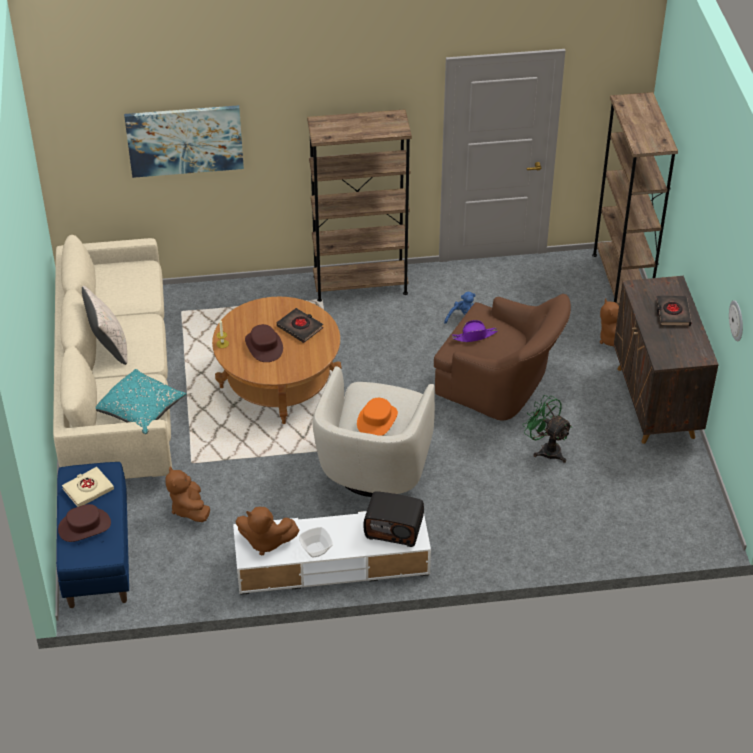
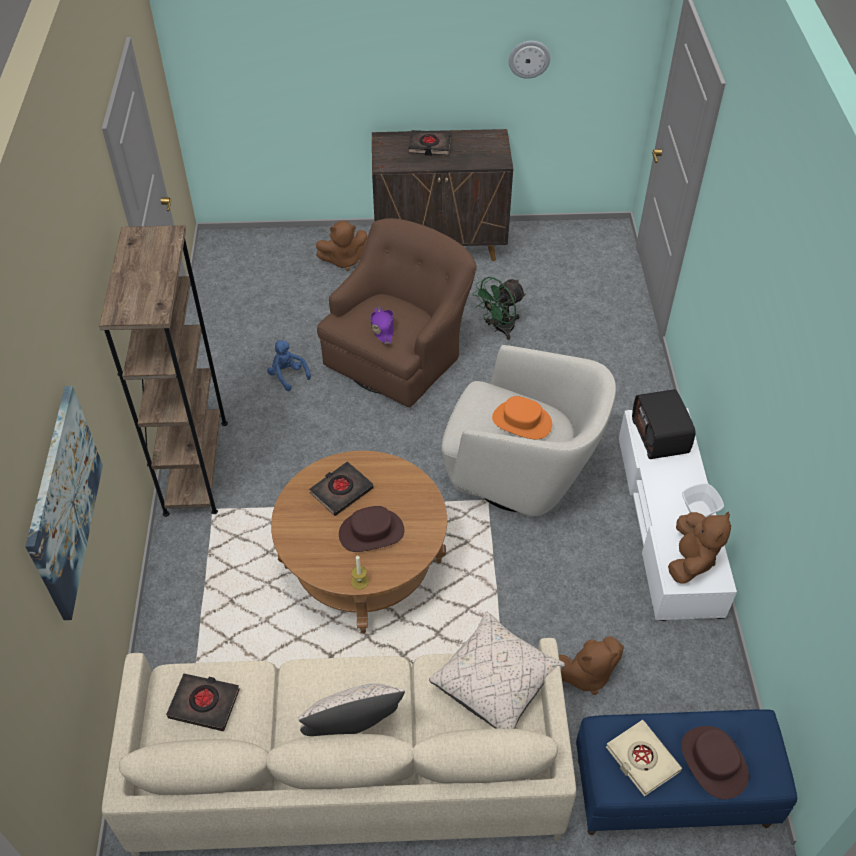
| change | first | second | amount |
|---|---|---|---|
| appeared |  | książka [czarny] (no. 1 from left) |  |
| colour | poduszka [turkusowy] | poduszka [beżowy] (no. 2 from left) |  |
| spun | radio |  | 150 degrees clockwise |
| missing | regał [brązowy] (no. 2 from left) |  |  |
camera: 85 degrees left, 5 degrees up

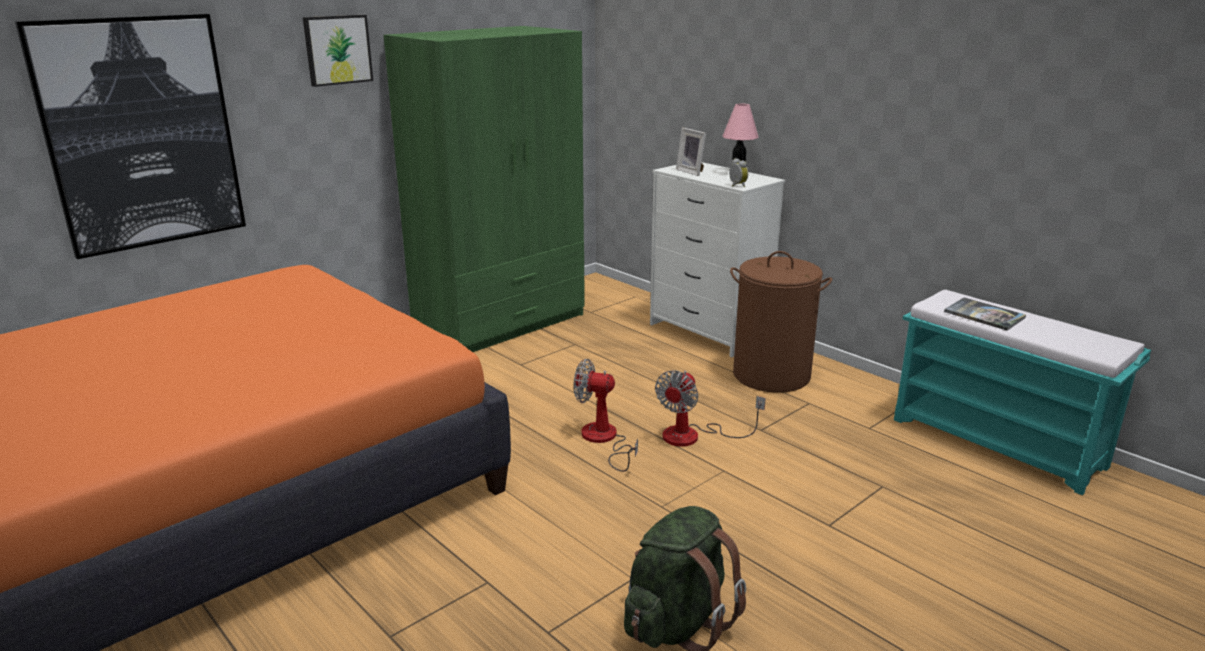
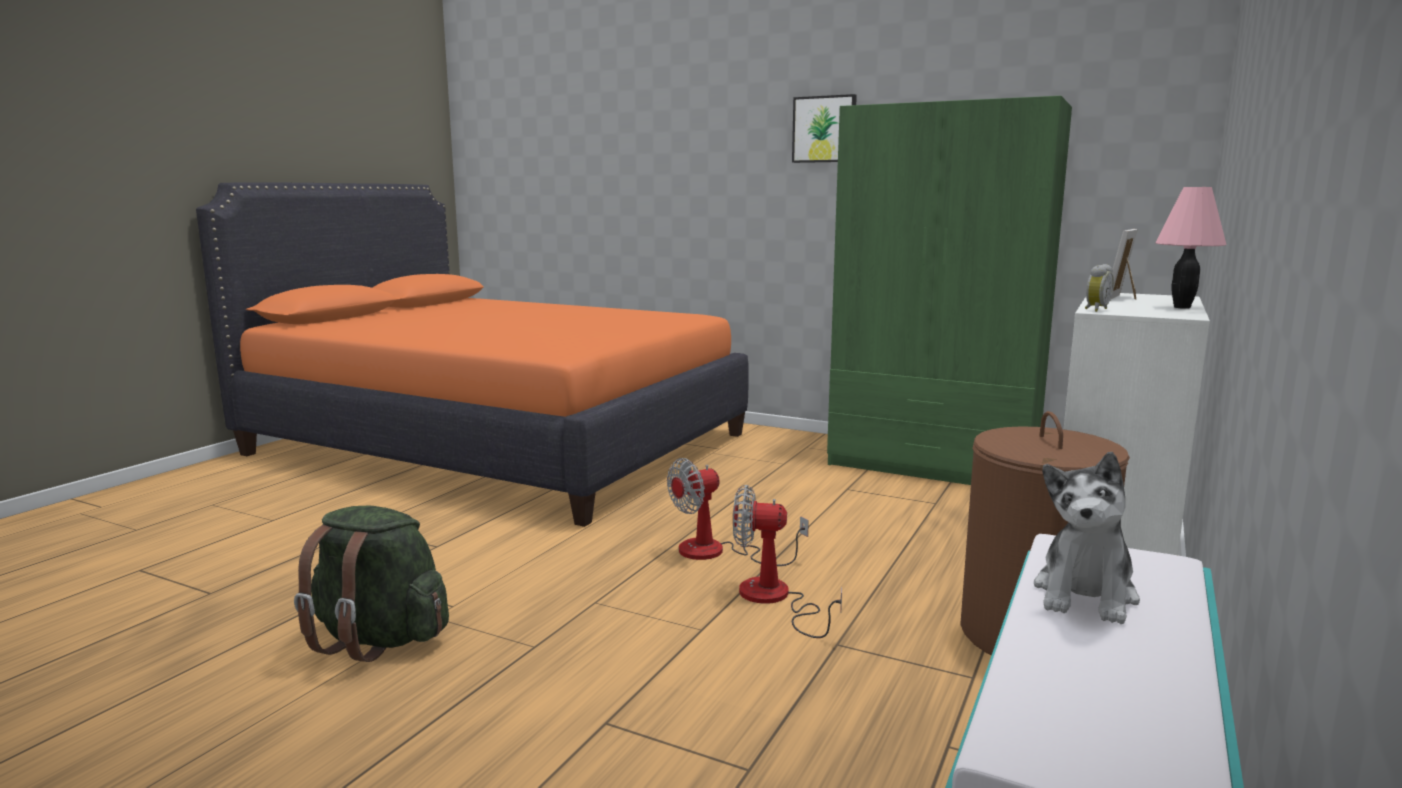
| change | first | second | amount |
|---|---|---|---|
| spun | wentylator (no. 1 from left) |  | 120 degrees counterclockwise |
| exchanged | książka | pluszak |  |
| missing | obraz (no. 1 from left) |  |  |
camera: 70 degrees right, 10 degrees down

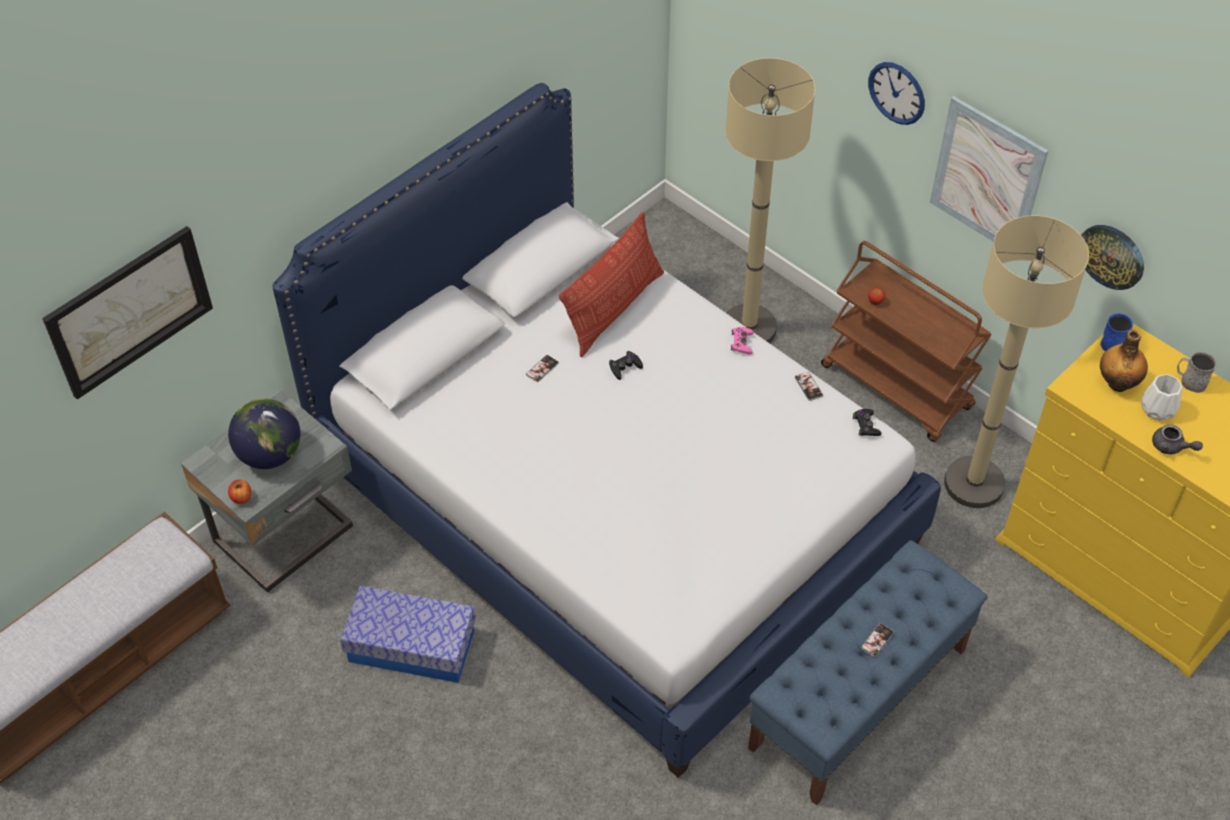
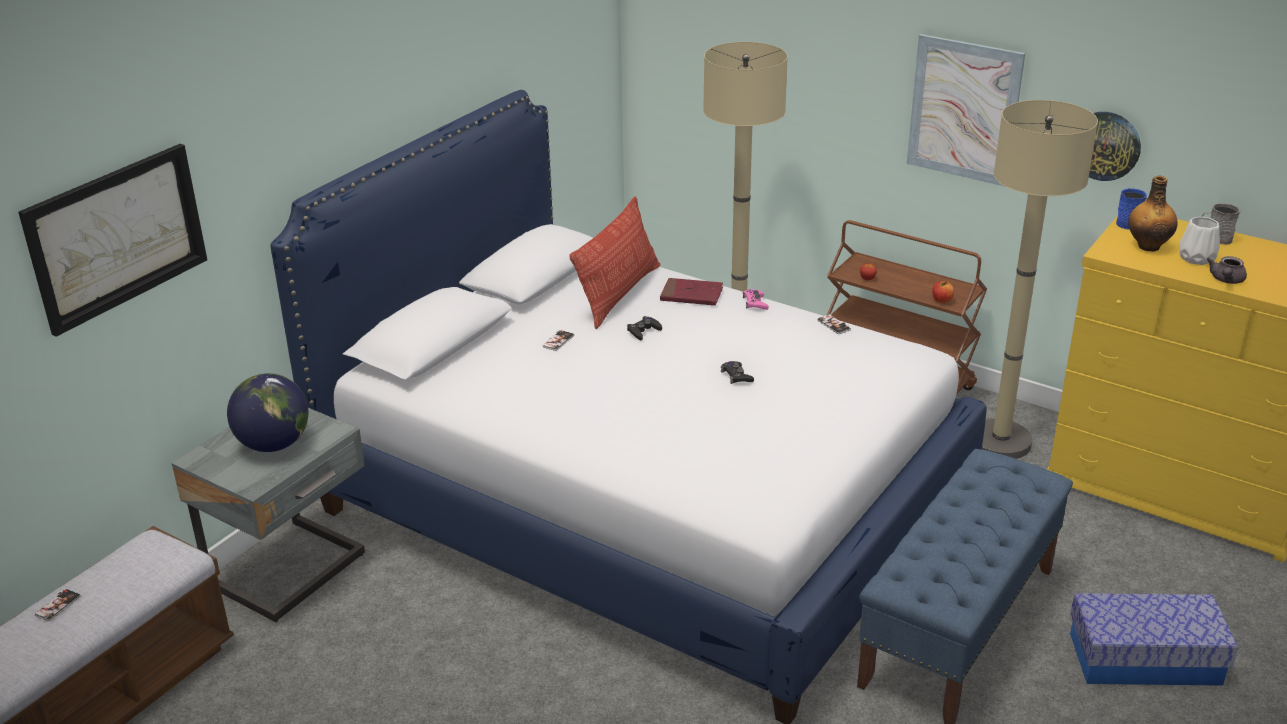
| change | first | second | amount |
|---|---|---|---|
| relocated | telefon (no. 3 from left in the first image) | telefon (no. 1 from left) |  |
| appeared |  | książka [czerwony] |  |
| relocated | pad do gier [czarny] (no. 2 from left) |  |  |
| relocated | jabłko (no. 1 from left in the first image) | jabłko (no. 2 from left) |  |
| relocated | pojemnik do przechowywania |  |  |
| spun | imbryk [szary] |  | 90 degrees clockwise |
| missing | zegar ścienny (no. 1 from left) |  |  |
camera: 10 degrees left, 20 degrees down

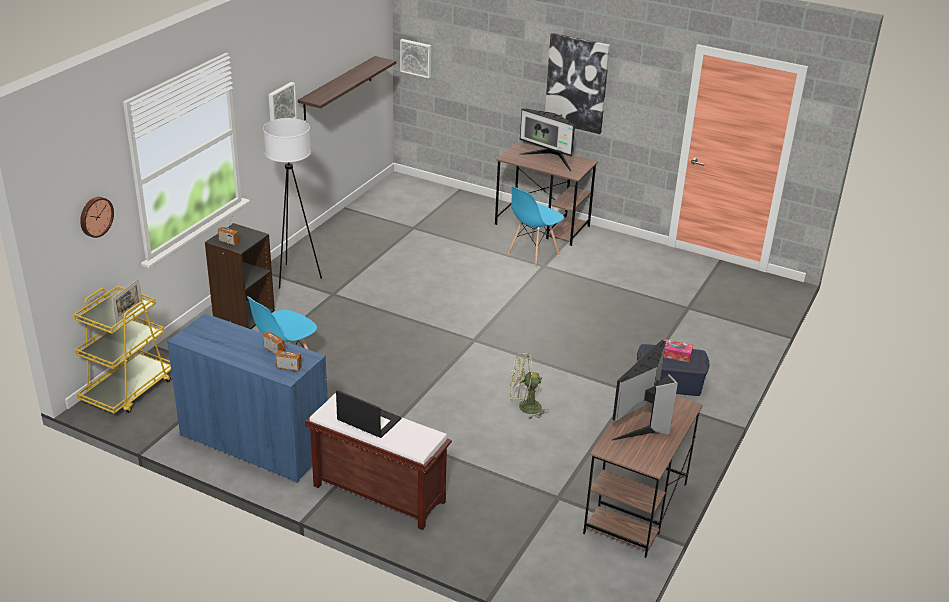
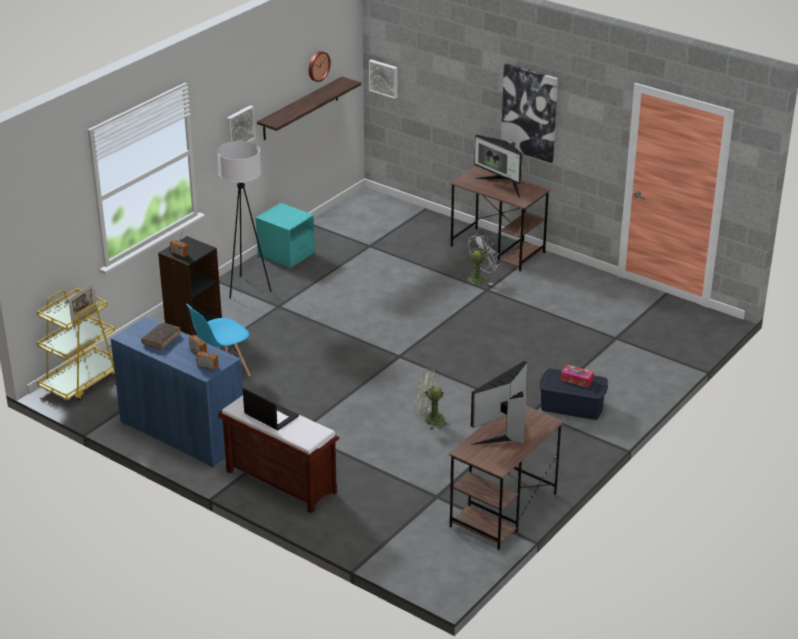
| change | first | second | amount |
|---|---|---|---|
| appeared |  | książka [brązowy] |  |
| appeared |  | szafka nocna [turkusowy] |  |
| relocated | zegar ścienny |  |  |
| exchanged | krzesło [niebieski] (no. 2 from left) | wentylator [biały] |  |
camera: 10 degrees right, 0 degrees up

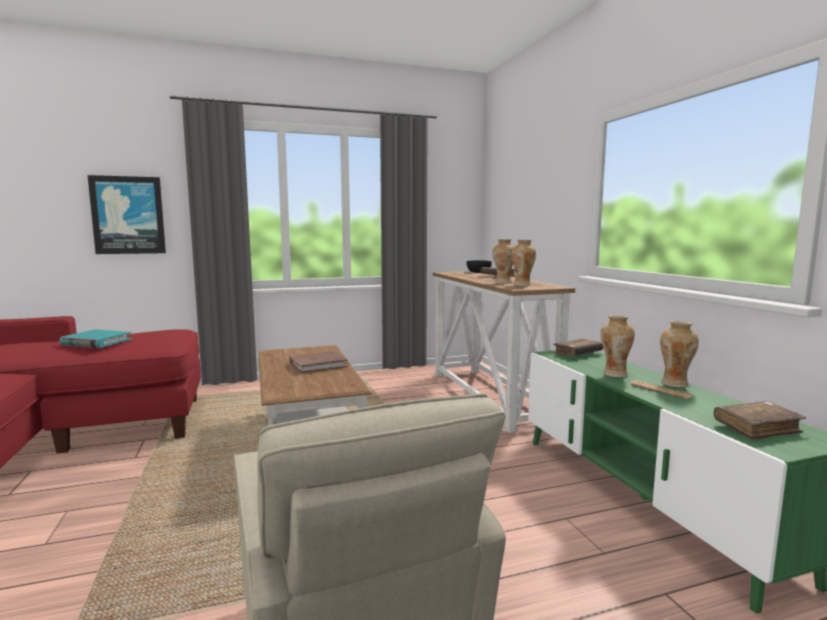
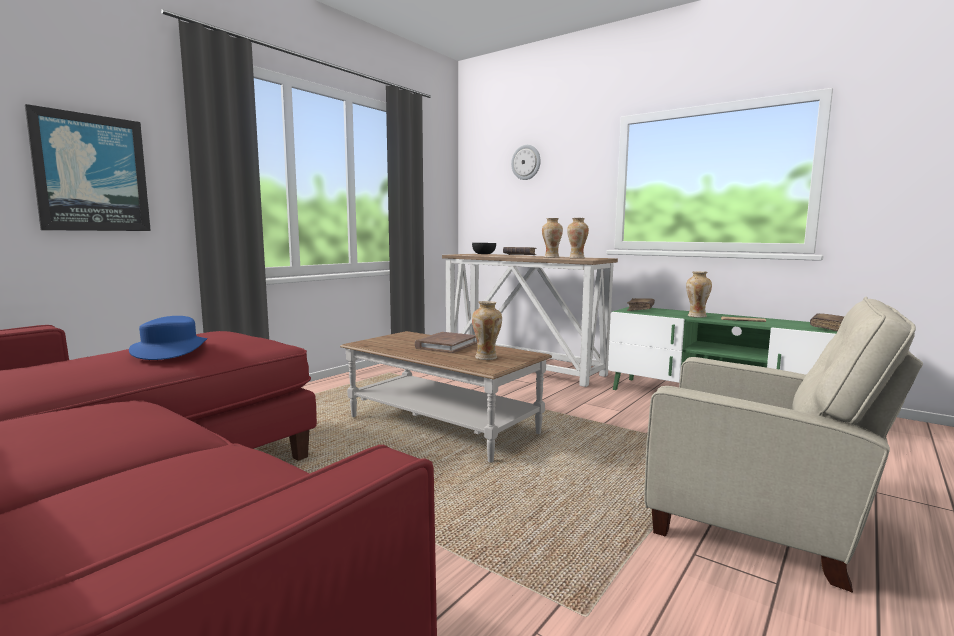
| change | first | second | amount |
|---|---|---|---|
| exchanged | książka [turkusowy] | kapelusz [niebieski] |  |
| relocated | wazon (no. 4 from left in the first image) | wazon (no. 1 from left) |  |
| appeared |  | zegar ścienny |  |
camera: 35 degrees left, 0 degrees up

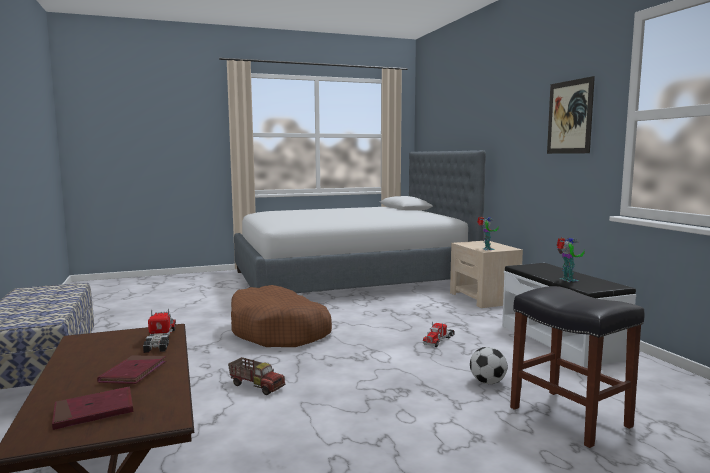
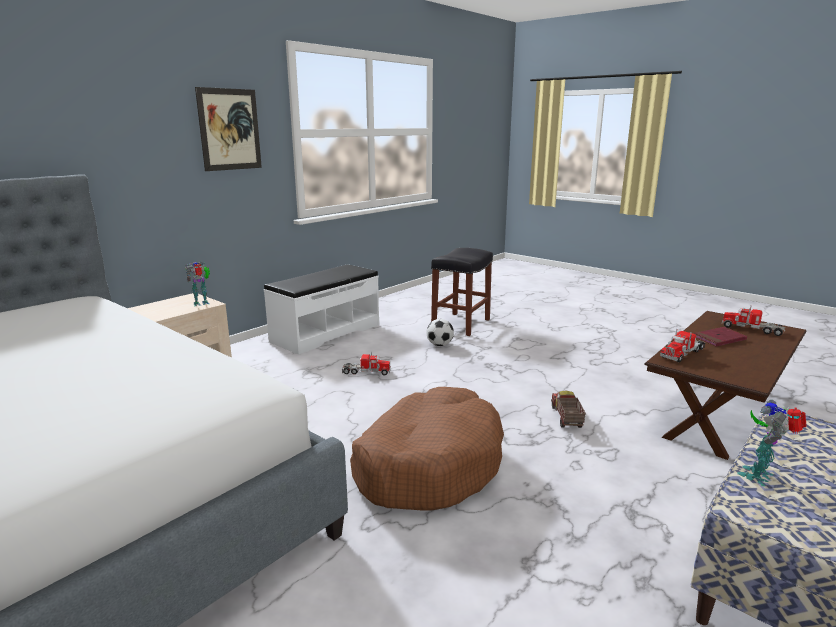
| change | first | second | amount |
|---|---|---|---|
| exchanged | książka [czerwony] (no. 1 from left) | ciężarówka zabawkowa (no. 4 from left) |  |
| relocated | robot zabawkowy (no. 2 from left) |  |  |
camera: 120 degrees left, 10 degrees up

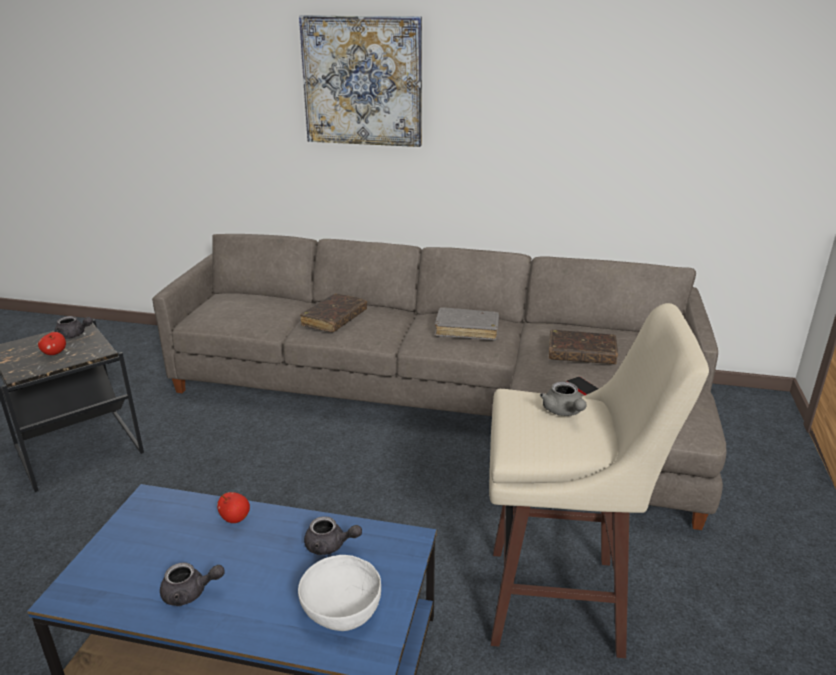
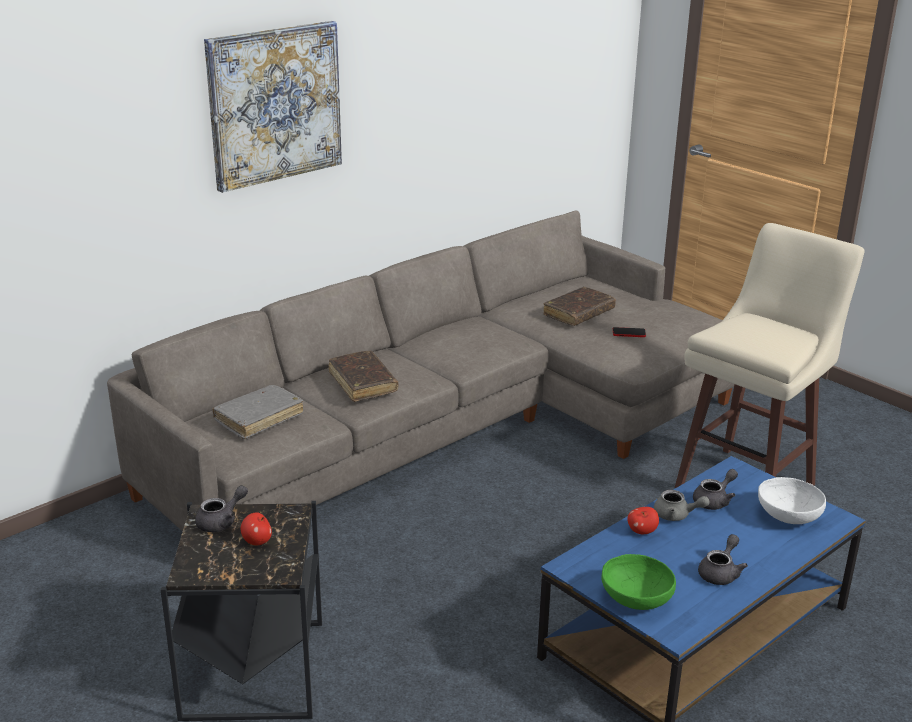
| change | first | second | amount |
|---|---|---|---|
| relocated | książka [szary] |  |  |
| appeared |  | miska [zielony] |  |
| relocated | imbryk [szary] (no. 4 from left in the first image) | imbryk [szary] (no. 2 from left) |  |
camera: 55 degrees left, 0 degrees up

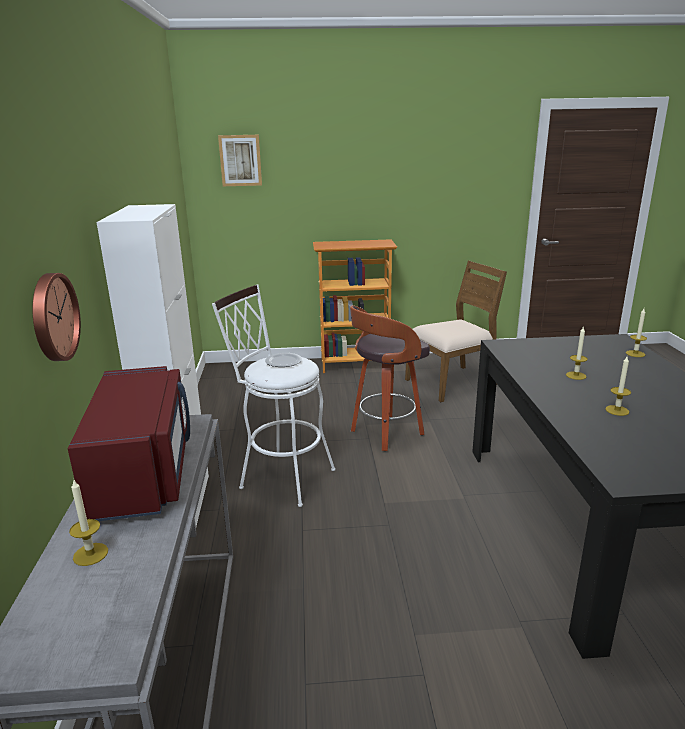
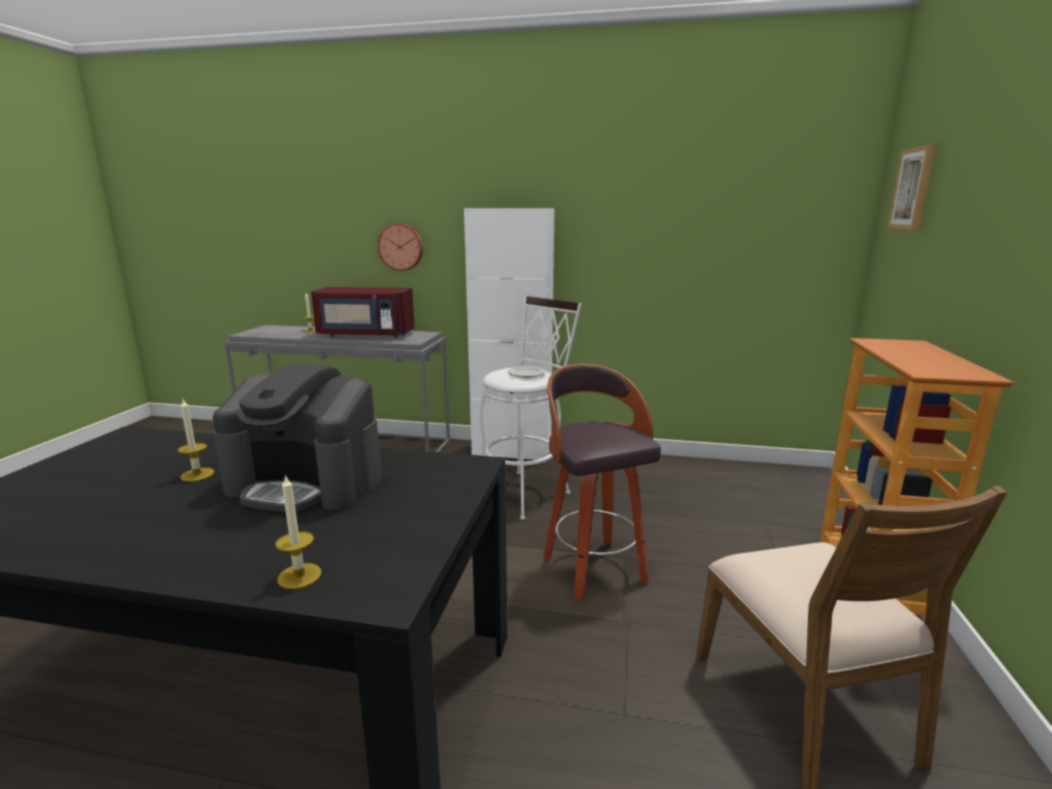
| change | first | second | amount |
|---|---|---|---|
| exchanged | świeca (no. 2 from left) | ekspres do kawy |  |
camera: 105 degrees right, 5 degrees down

